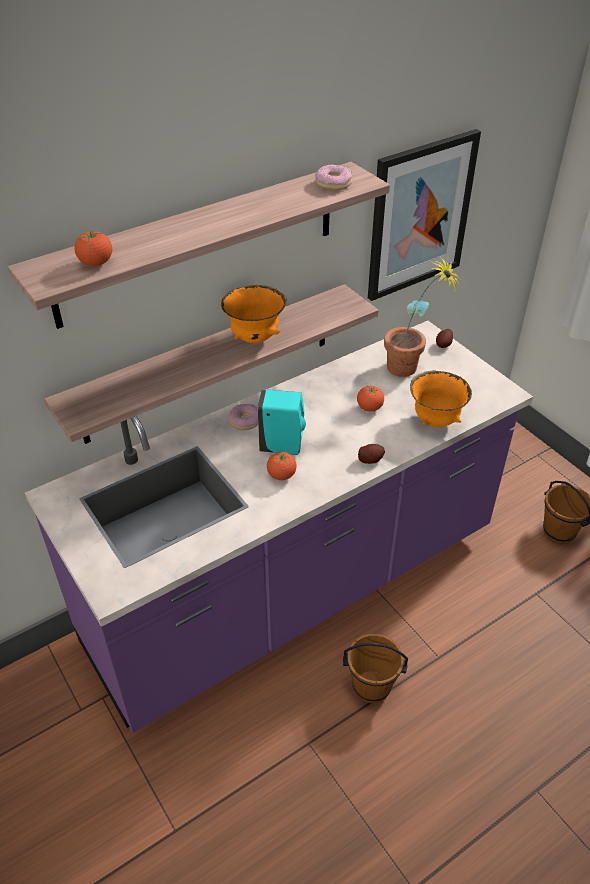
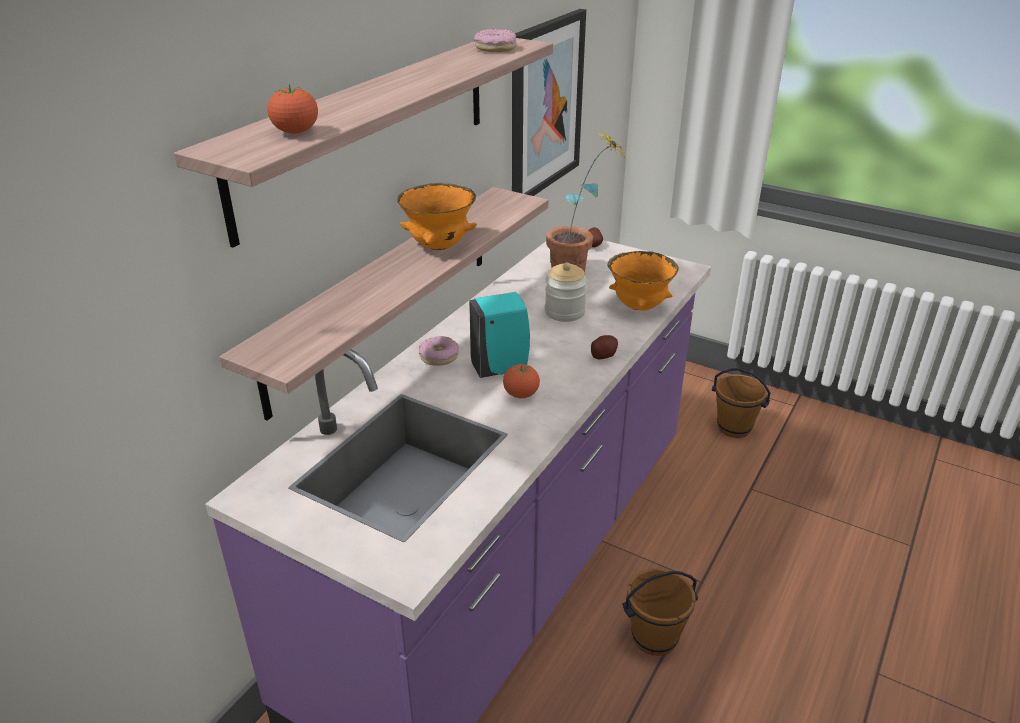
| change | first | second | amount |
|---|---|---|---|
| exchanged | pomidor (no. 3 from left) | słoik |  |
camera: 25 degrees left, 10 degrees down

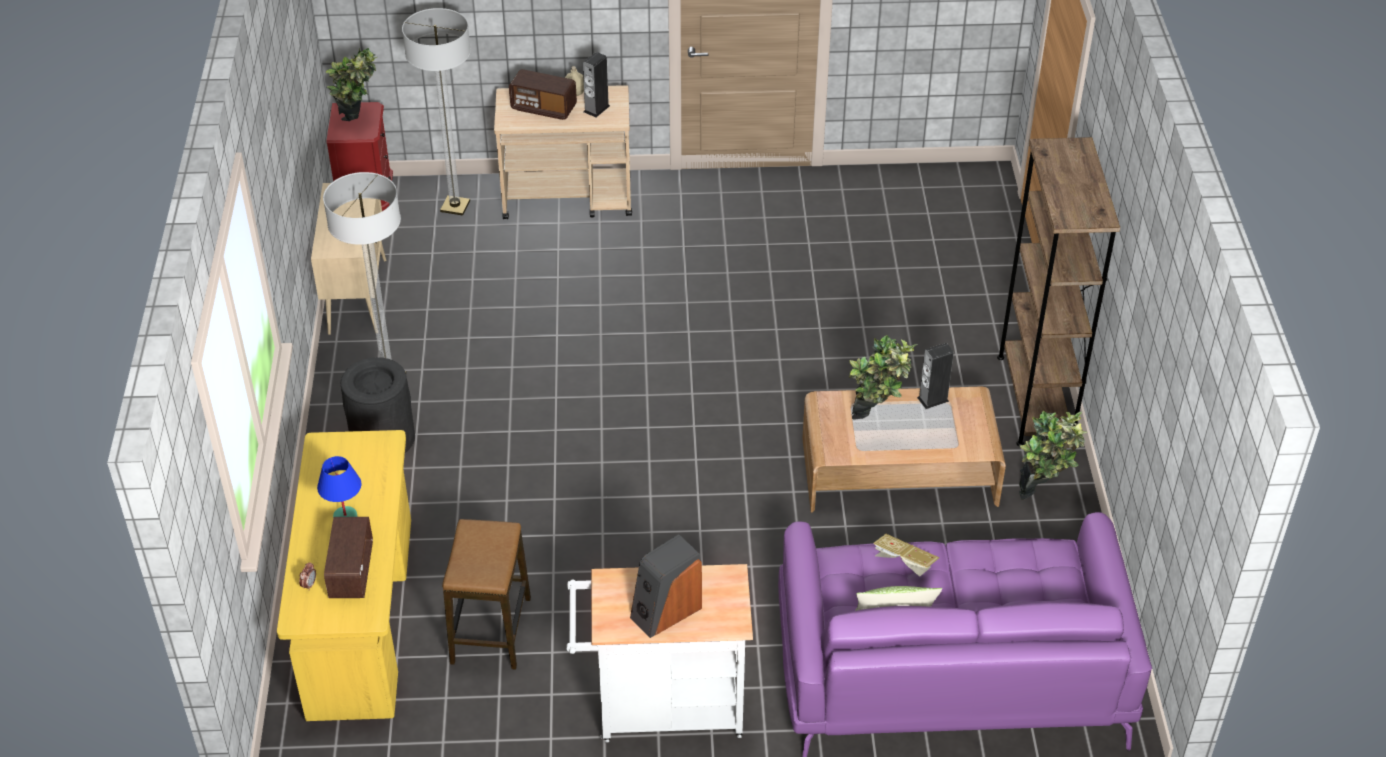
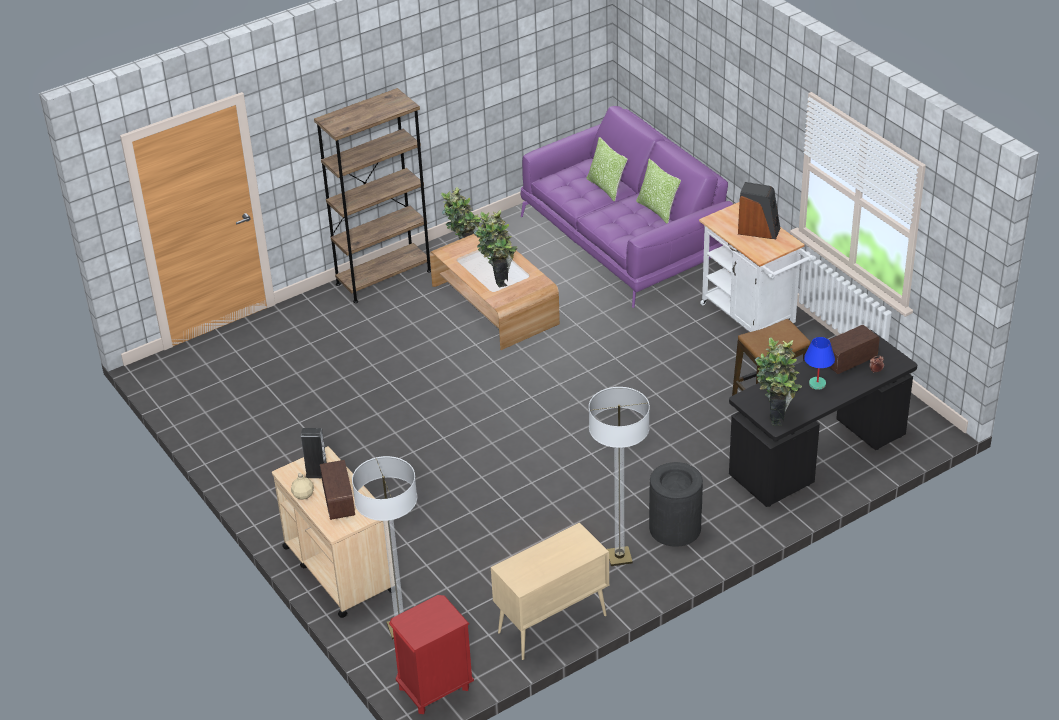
| change | first | second | amount |
|---|---|---|---|
| appeared |  | poduszka (no. 1 from left) |  |
| colour | biurko [żółty] | biurko [czarny] |  |
| relocated | roślina doniczkowa (no. 1 from left in the first image) | roślina doniczkowa (no. 3 from left) |  |
| missing | książka |  |  |
| missing | głośnik (no. 3 from left) |  |  |
camera: 120 degrees left, 5 degrees down

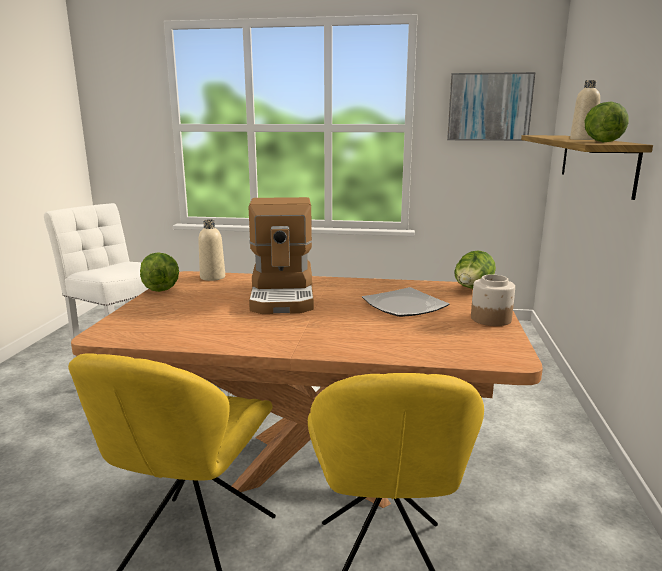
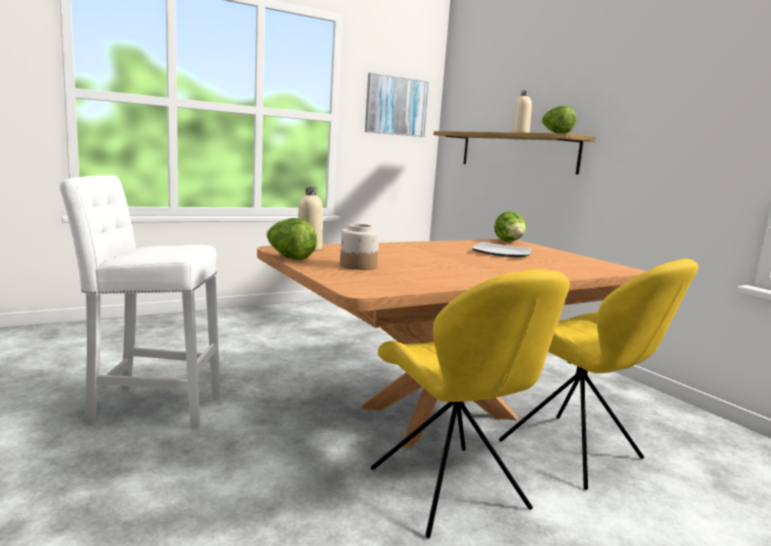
| change | first | second | amount |
|---|---|---|---|
| relocated | słoik |  |  |
| missing | ekspres do kawy |  |  |
camera: 40 degrees left, 5 degrees down

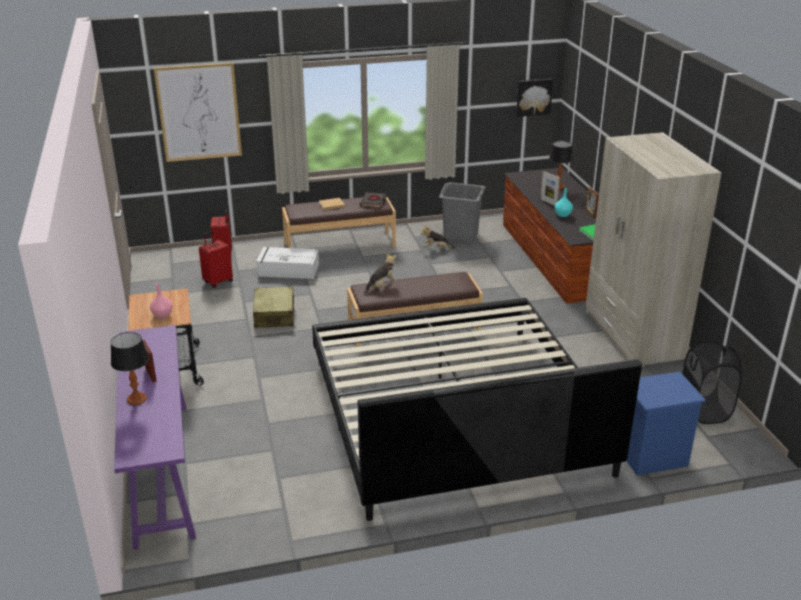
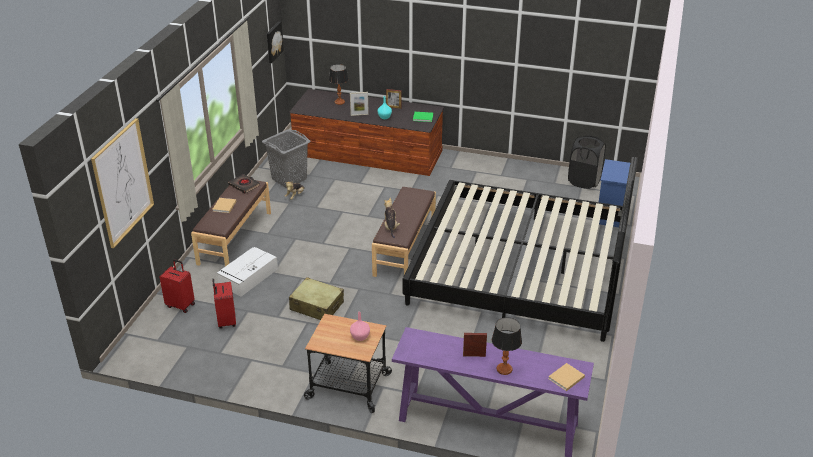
| change | first | second | amount |
|---|---|---|---|
| appeared |  | książka [beżowy] (no. 2 from left) |  |
| missing | szafa [beżowy] |  |  |
camera: 60 degrees left, 5 degrees up

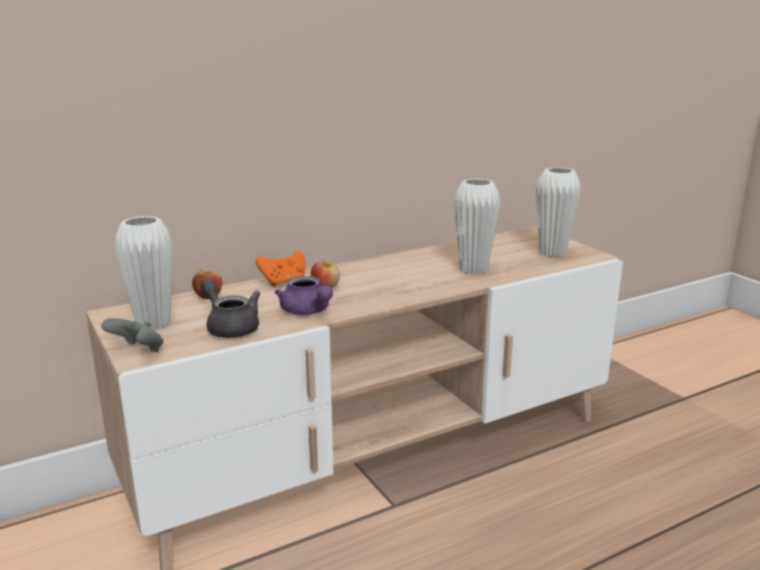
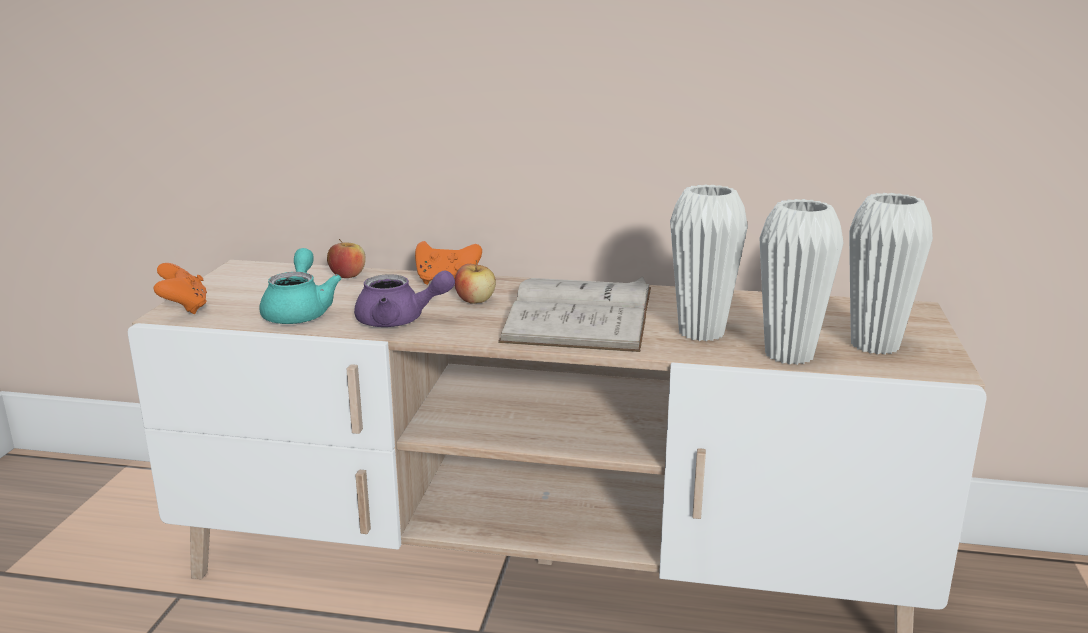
| change | first | second | amount |
|---|---|---|---|
| colour | pad do gier [szary] | pad do gier [pomarańczowy] (no. 1 from left) |  |
| colour | imbryk [szary] | imbryk [turkusowy] |  |
| spun | imbryk [fioletowy] |  | 90 degrees counterclockwise |
| appeared |  | książka [biały] |  |
| relocated | wazon [biały] (no. 1 from left in the first image) | wazon [biały] (no. 2 from left) |  |
camera: 40 degrees right, 0 degrees up

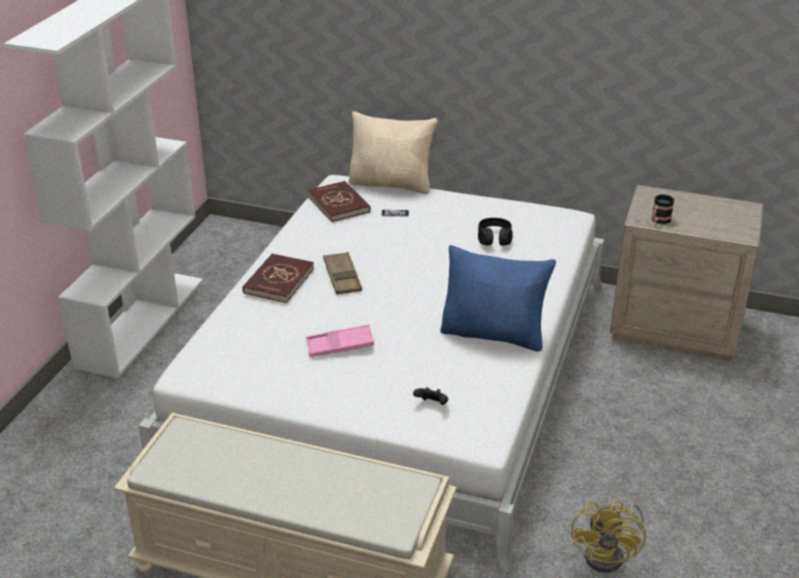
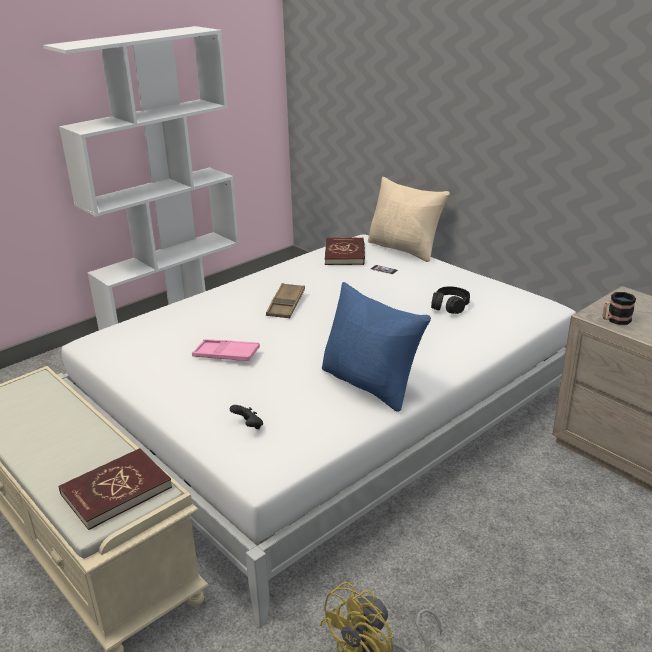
| change | first | second | amount |
|---|---|---|---|
| relocated | książka [czerwony] (no. 1 from left) |  |  |
camera: 30 degrees right, 5 degrees down

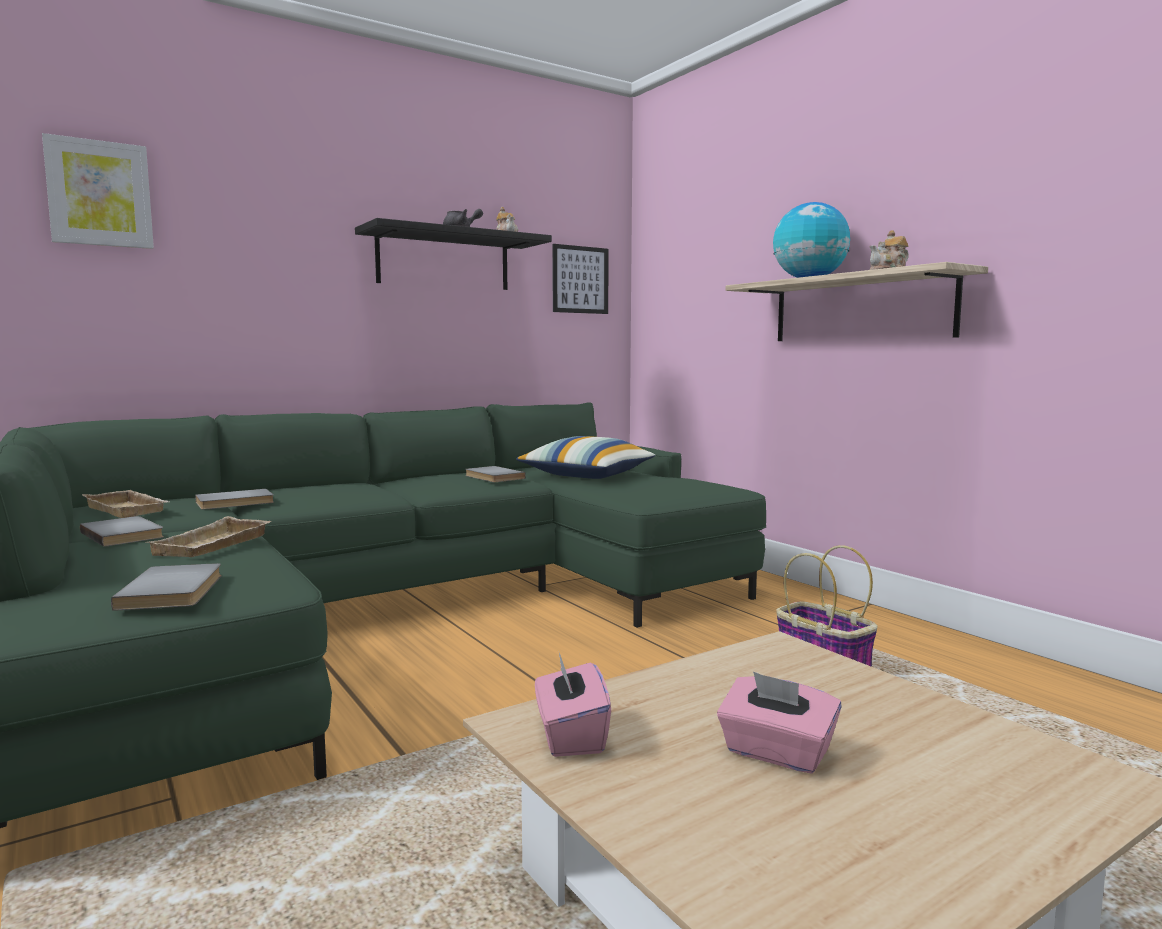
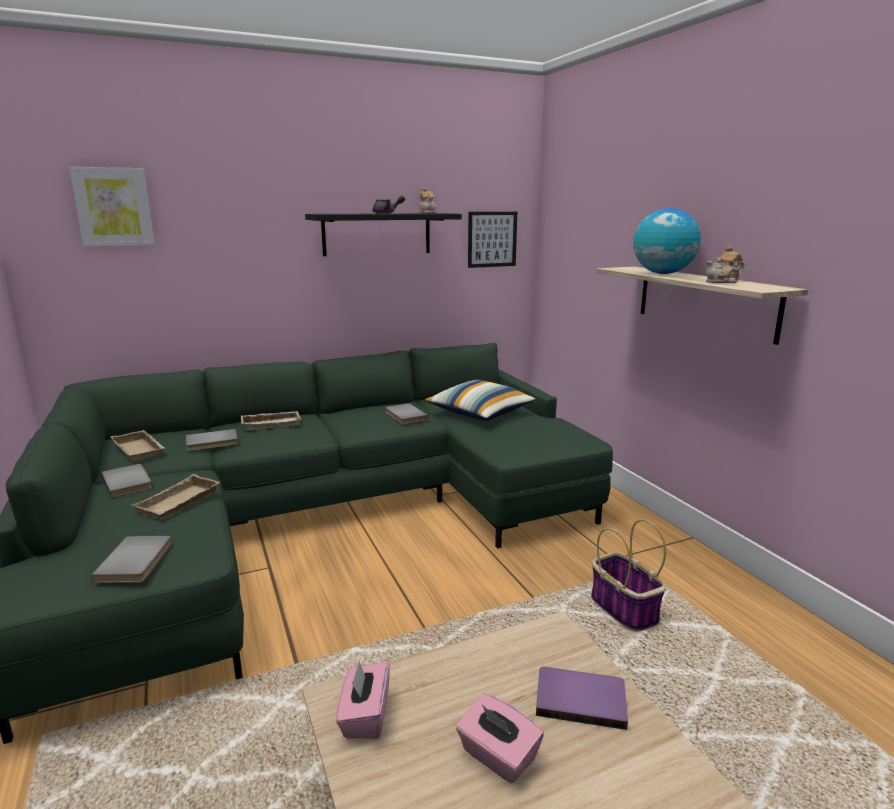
| change | first | second | amount |
|---|---|---|---|
| appeared |  | taca [beżowy] (no. 3 from left) |  |
| appeared |  | książka [fioletowy] |  |
camera: 10 degrees right, 10 degrees up

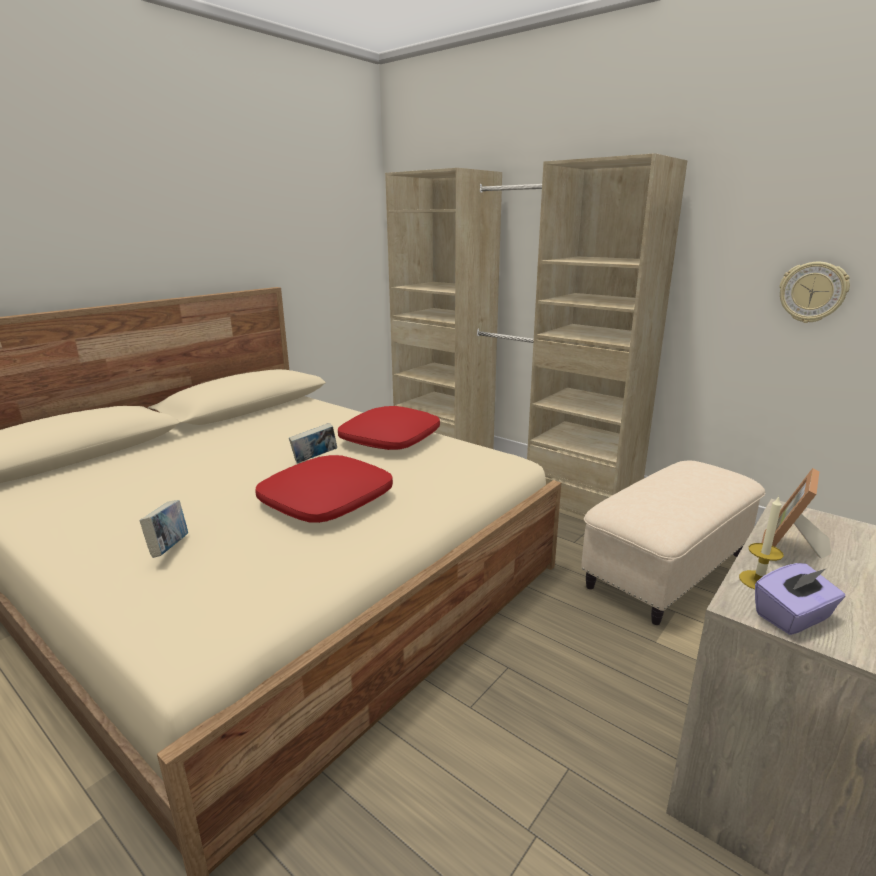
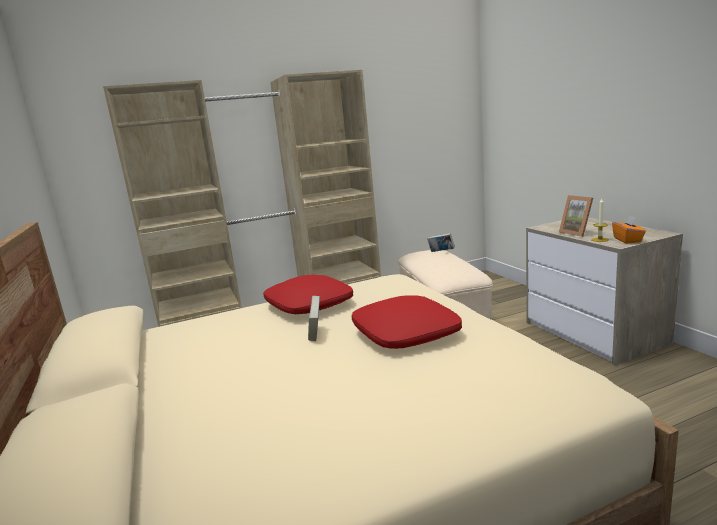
| change | first | second | amount |
|---|---|---|---|
| relocated | książka (no. 1 from left in the first image) | książka (no. 2 from left) |  |
| colour | pudełko chusteczek [fioletowy] | pudełko chusteczek [pomarańczowy] |  |
| missing | zegar ścienny |  |  |
camera: 60 degrees left, 5 degrees down

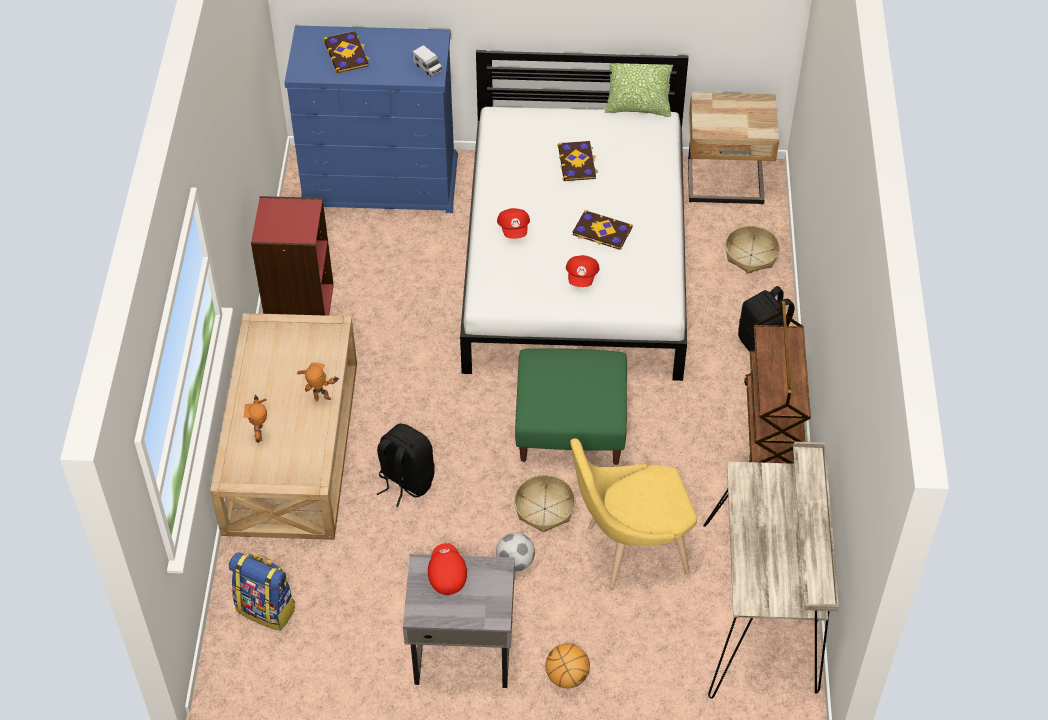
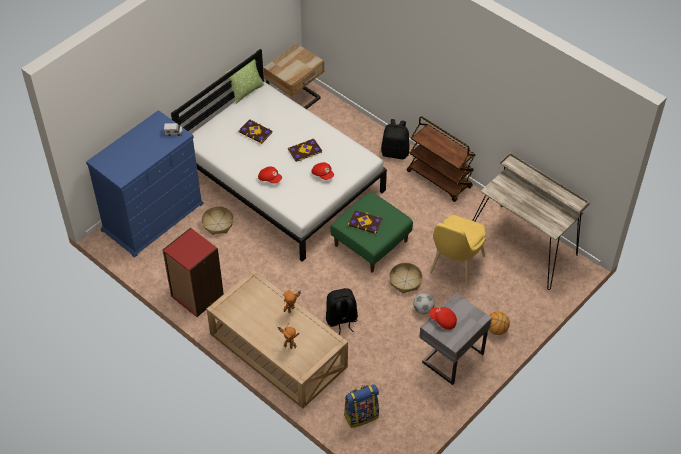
| change | first | second | amount |
|---|---|---|---|
| relocated | koszyk (no. 2 from left in the first image) | koszyk (no. 1 from left) |  |
| relocated | książka (no. 1 from left in the first image) | książka (no. 3 from left) |  |
camera: 50 degrees left, 0 degrees up

